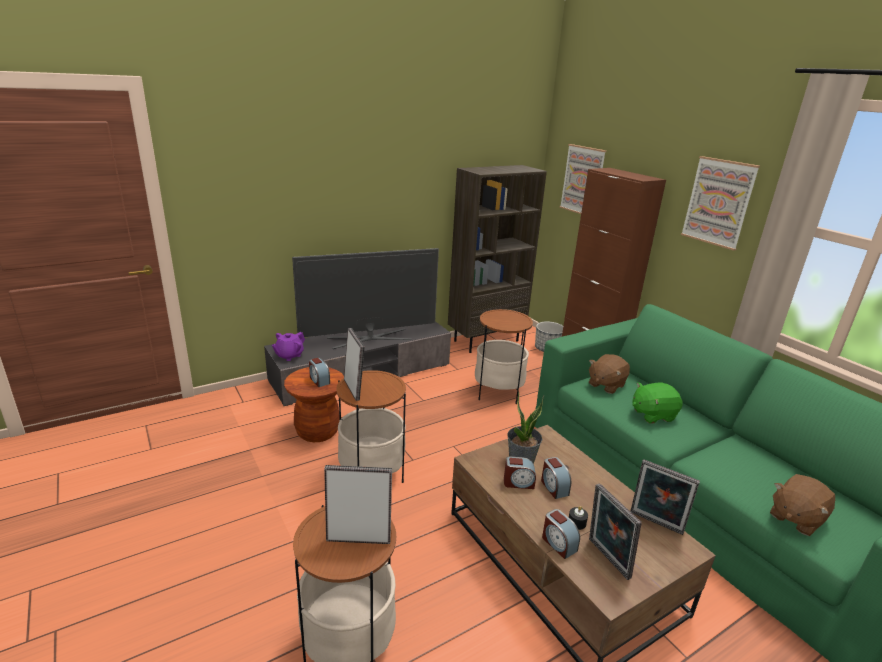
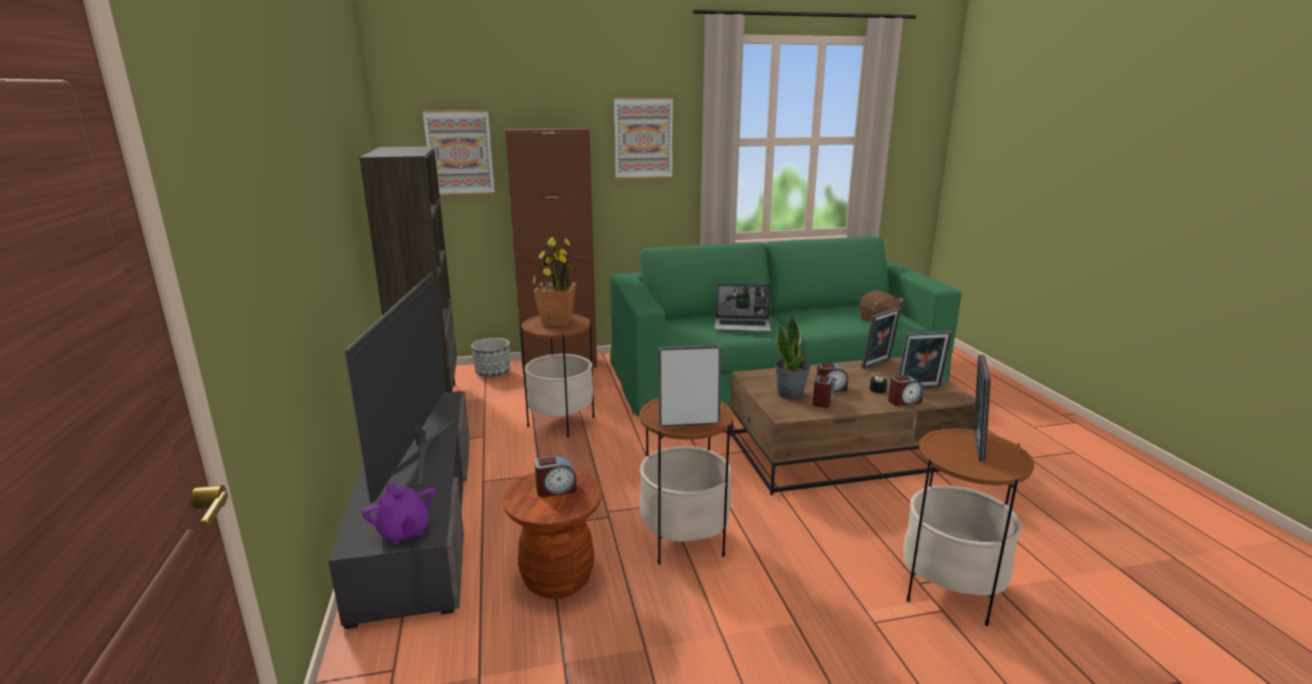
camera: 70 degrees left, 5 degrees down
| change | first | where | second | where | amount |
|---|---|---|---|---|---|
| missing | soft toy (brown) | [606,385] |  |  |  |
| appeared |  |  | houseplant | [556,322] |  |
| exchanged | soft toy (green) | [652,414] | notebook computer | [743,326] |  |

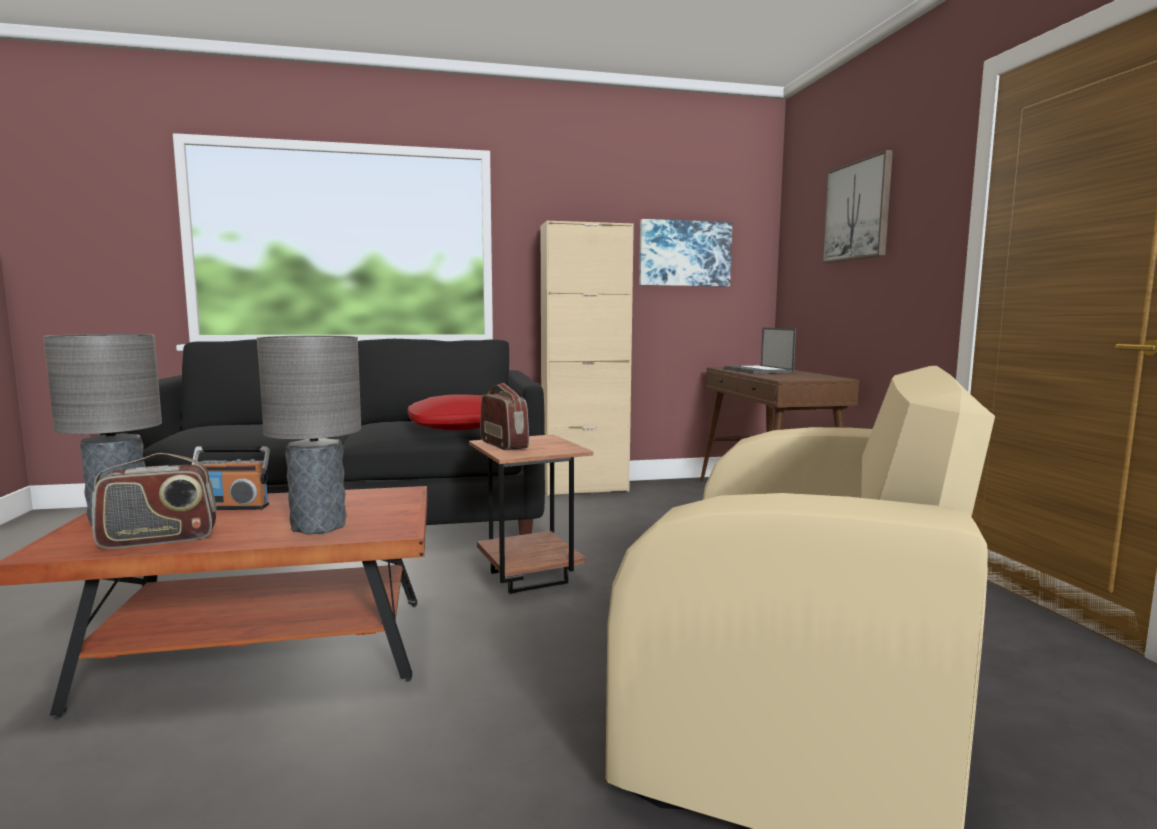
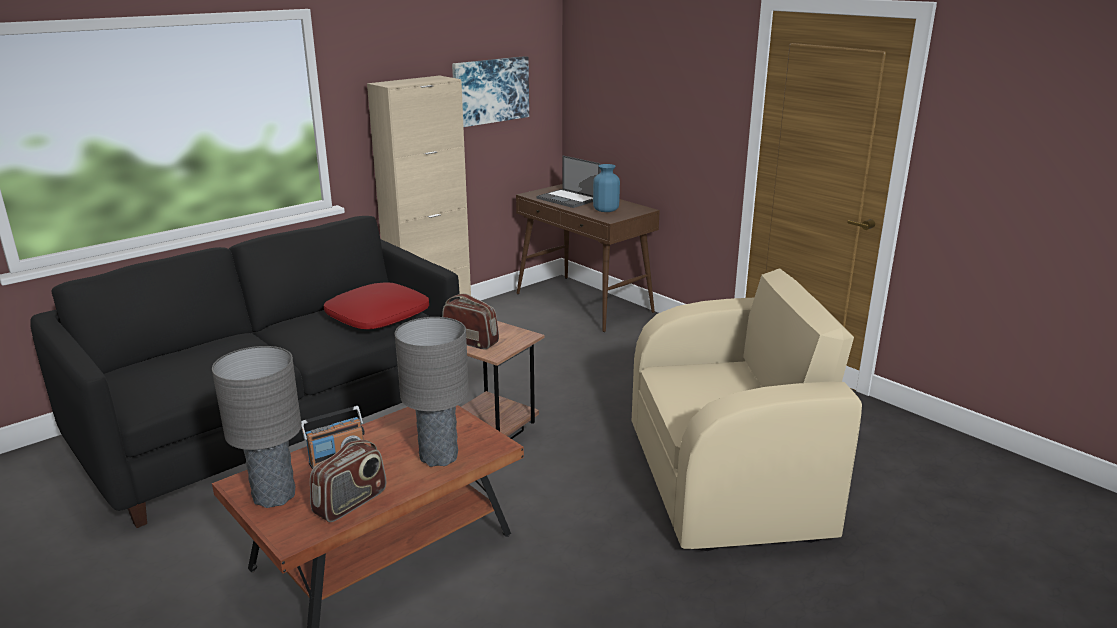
camera: 30 degrees left, 15 degrees up
| change | first | where | second | where | amount |
|---|---|---|---|---|---|
| missing | wall art | [857,211] |  |  |  |
| appeared |  |  | decorative vase (bluish) | [605,210] |  |

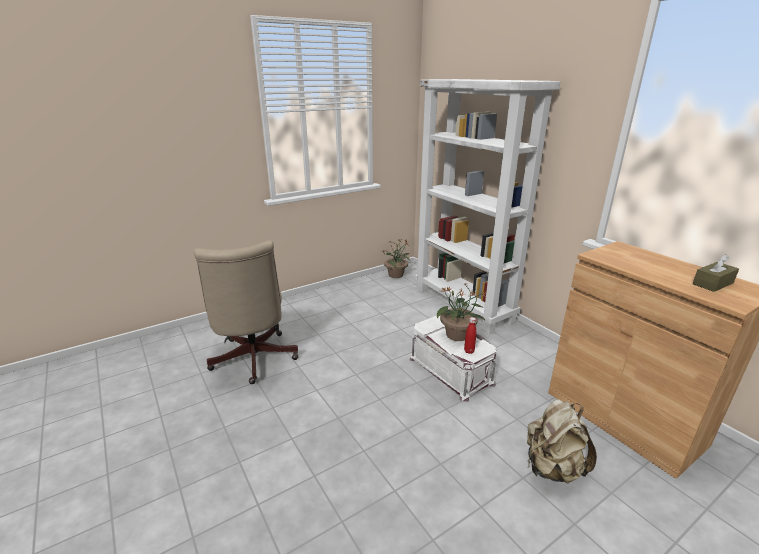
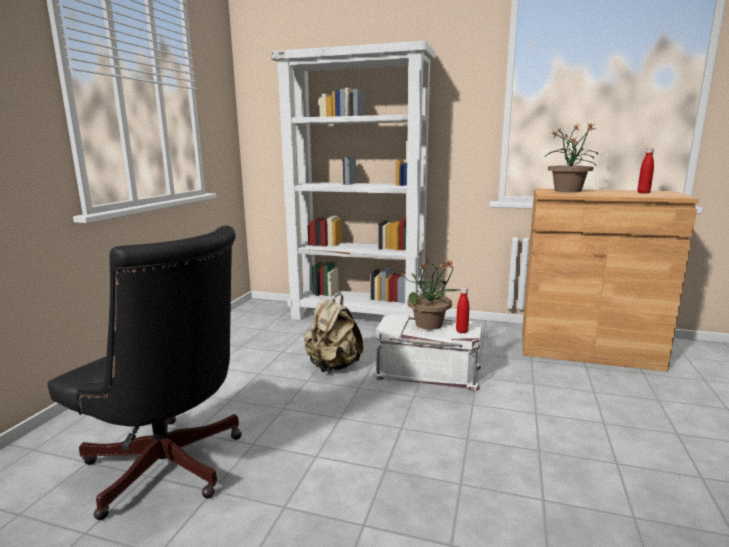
camera: 40 degrees left, 10 degrees down
| change | first | where | second | where | amount |
|---|---|---|---|---|---|
| relocated | houseplant | [396,275] |  | [567,190] |  |
| relocated | rucksack (beige-coloured) | [552,468] |  | [333,366] |  |
| exchanged | tissue box (brown) | [712,283] | beverage bottle (red) | [643,193] |  |
| colour | computer chair (beige-coloured) | [253,361] | computer chair (blackish) | [169,470] |  |

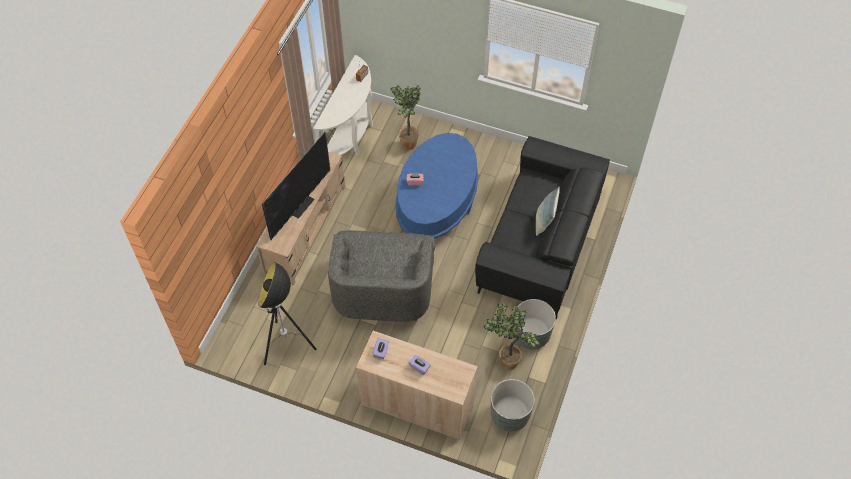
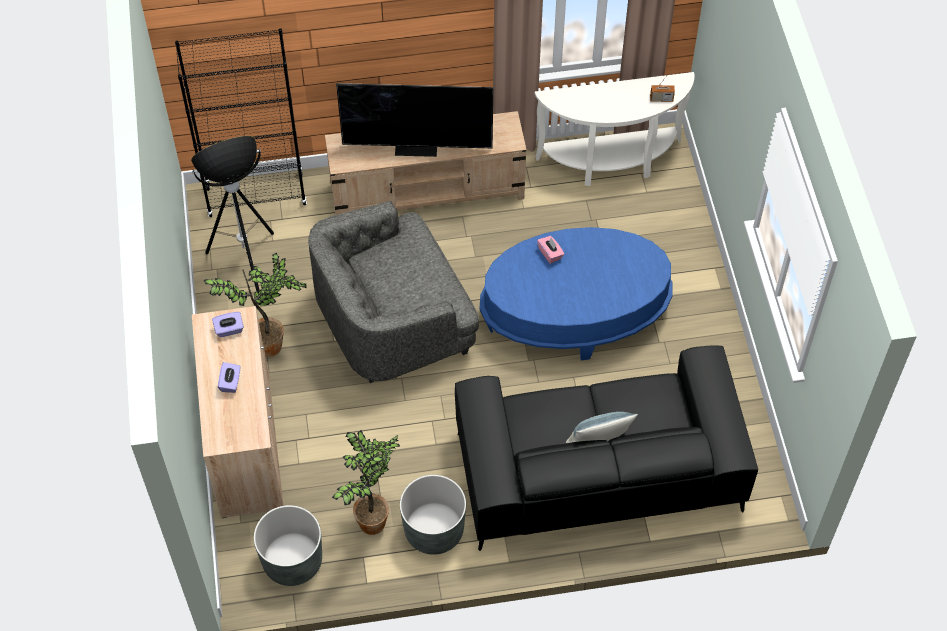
camera: 60 degrees right, 0 degrees up
| change | first | where | second | where | amount |
|---|---|---|---|---|---|
| appeared |  |  | bookcase (blackish) | [256,196] |  |
| relocated | houseplant | [408,142] |  | [272,344] |  |

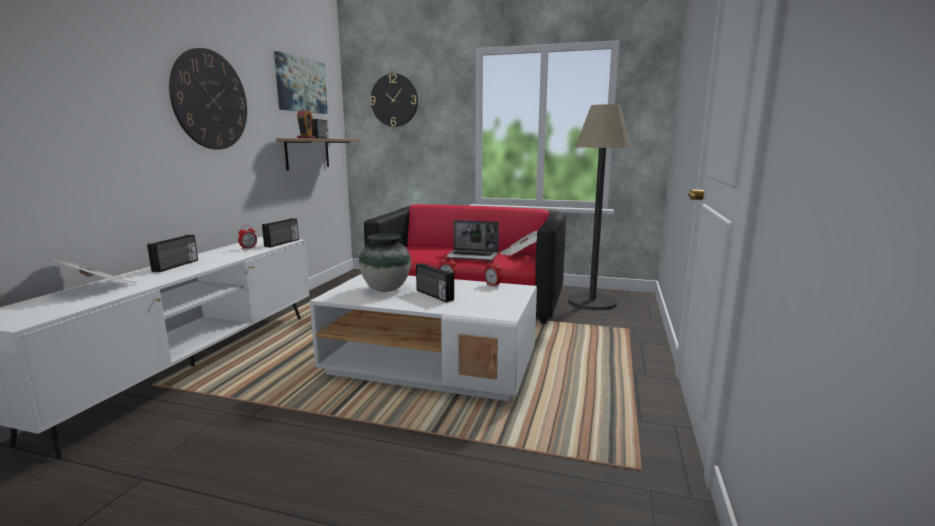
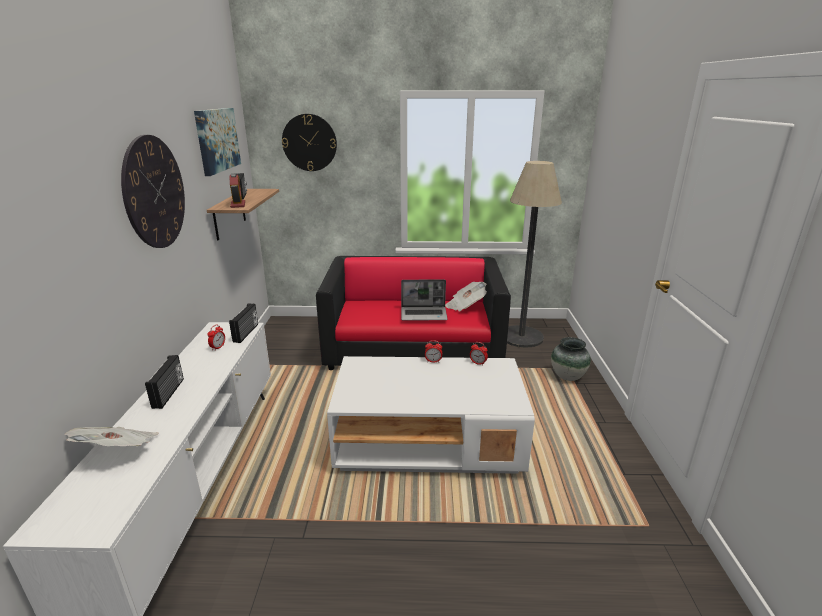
camera: 15 degrees left, 10 degrees up
| change | first | where | second | where | amount |
|---|---|---|---|---|---|
| missing | radio set | [434,295] |  |  |  |
| relocated | decorative vase | [386,289] |  | [567,376] |  |

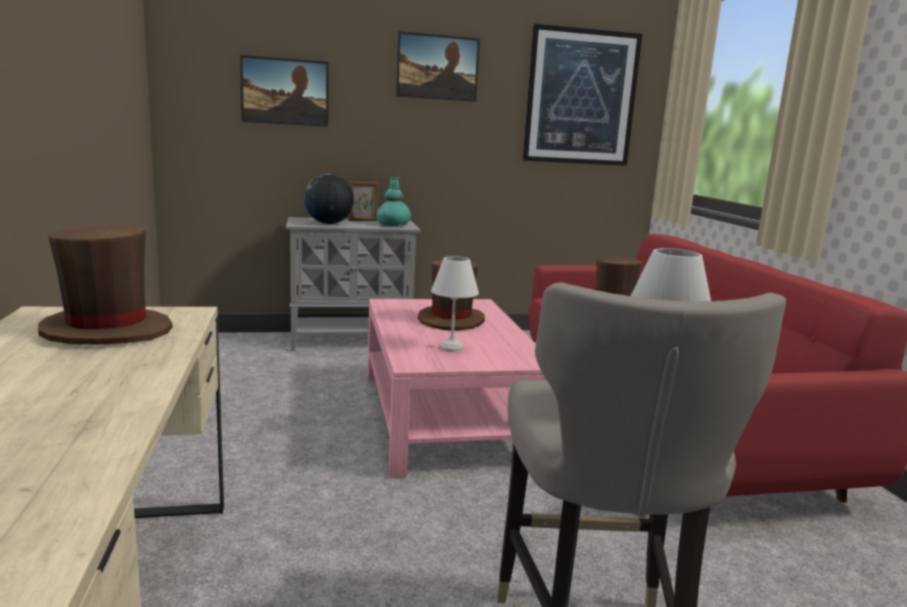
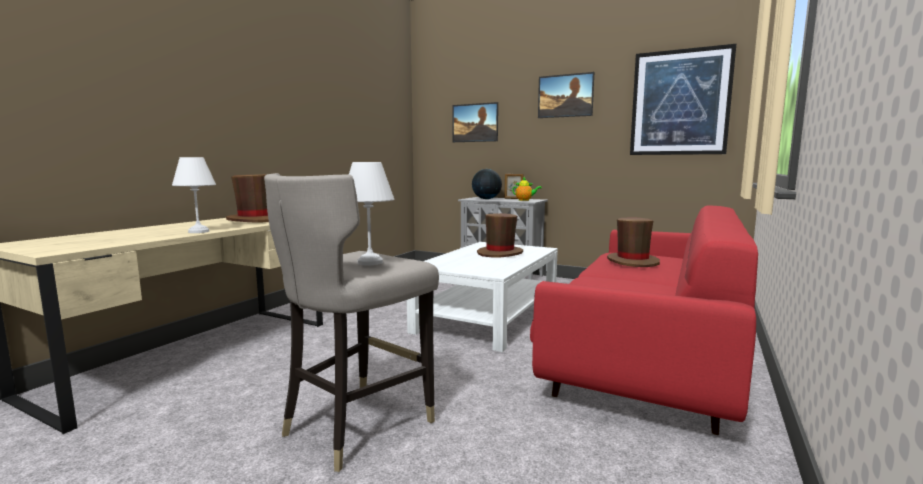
camera: 40 degrees right, 5 degrees down
| change | first | where | second | where | amount |
|---|---|---|---|---|---|
| relocated | table lamp (white) | [451,347] |  | [199,231] |  |
| exchanged | decorative vase (blue-green) | [393,225] | tea pot | [525,200] |  |
| colour | coffee table (pink-coloured) | [447,417] | coffee table (white) | [488,316] |  |

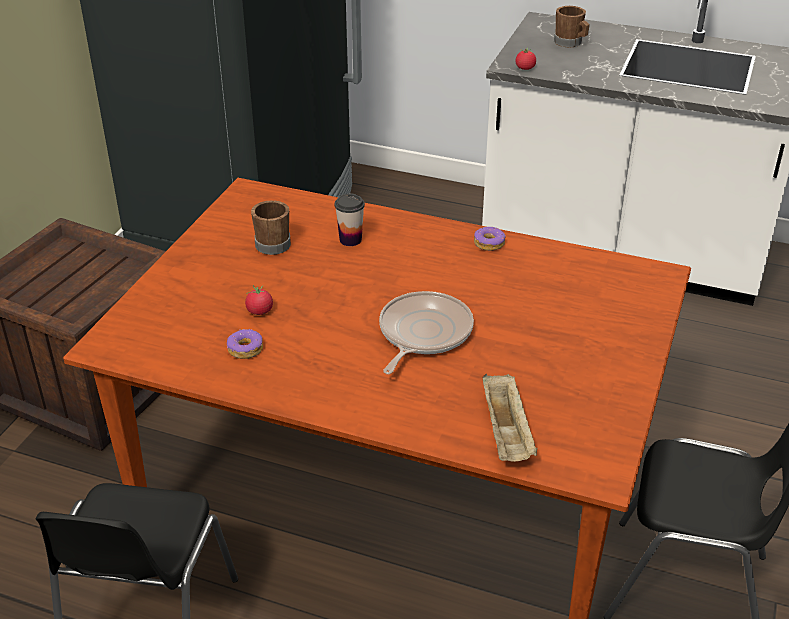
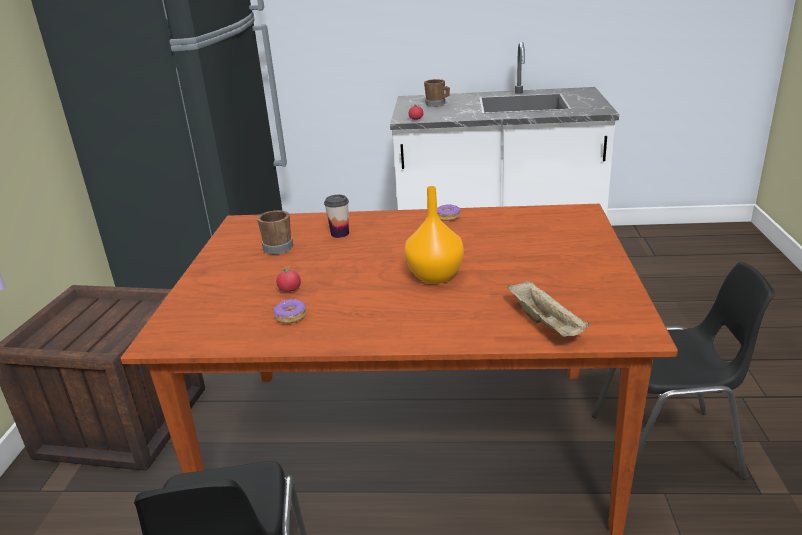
camera: 15 degrees left, 10 degrees down
| change | first | where | second | where | amount |
|---|---|---|---|---|---|
| exchanged | pan | [422,333] | decorative vase (orangey) | [434,277] |  |

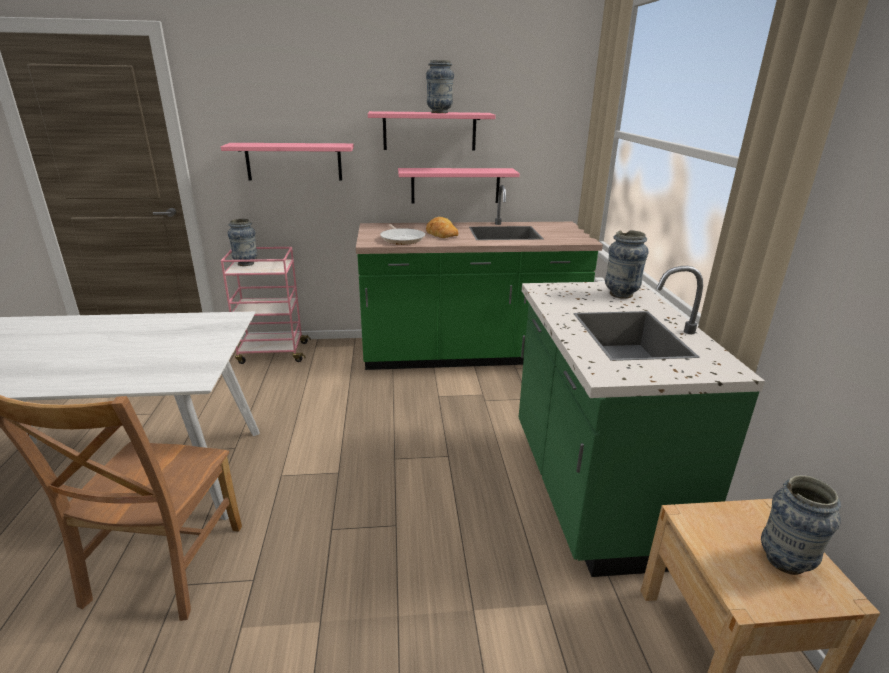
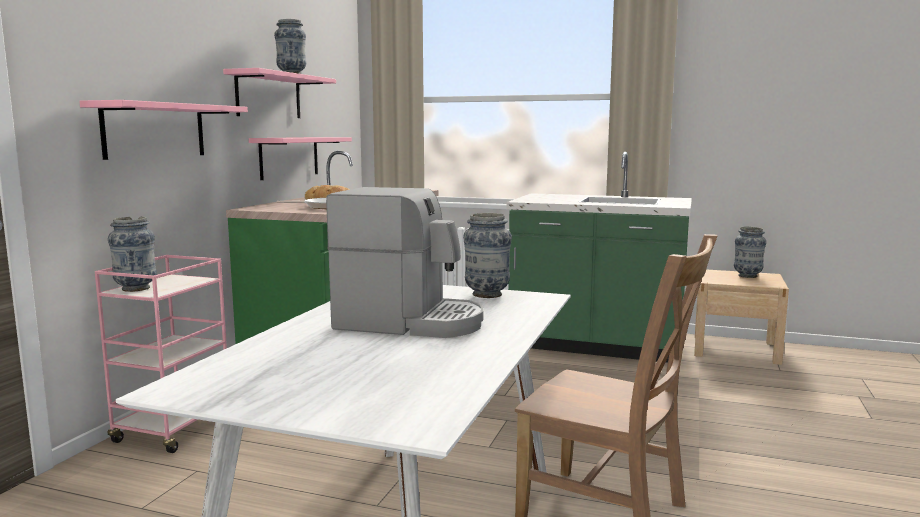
camera: 65 degrees left, 15 degrees down
| change | first | where | second | where | amount |
|---|---|---|---|---|---|
| appeared |  |  | coffee brewer | [410,322] |  |
| relocated | decorative vase | [620,294] |  | [487,294] |  |

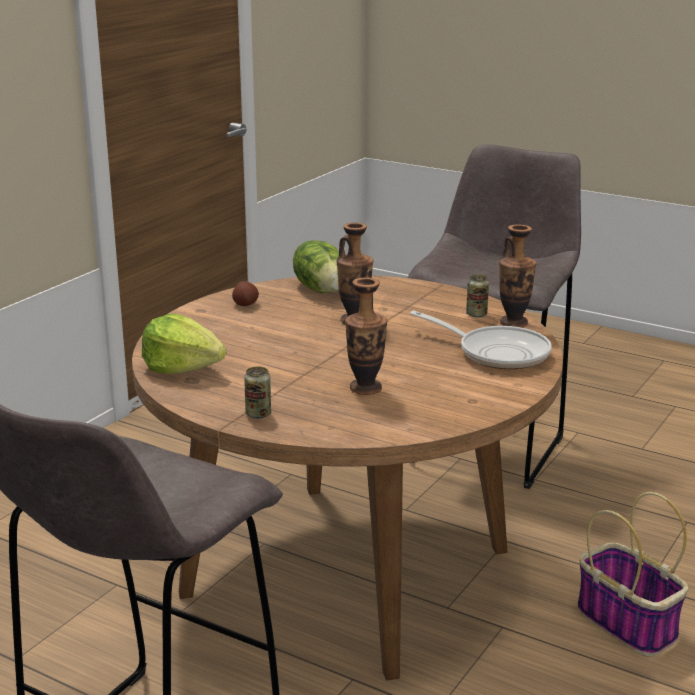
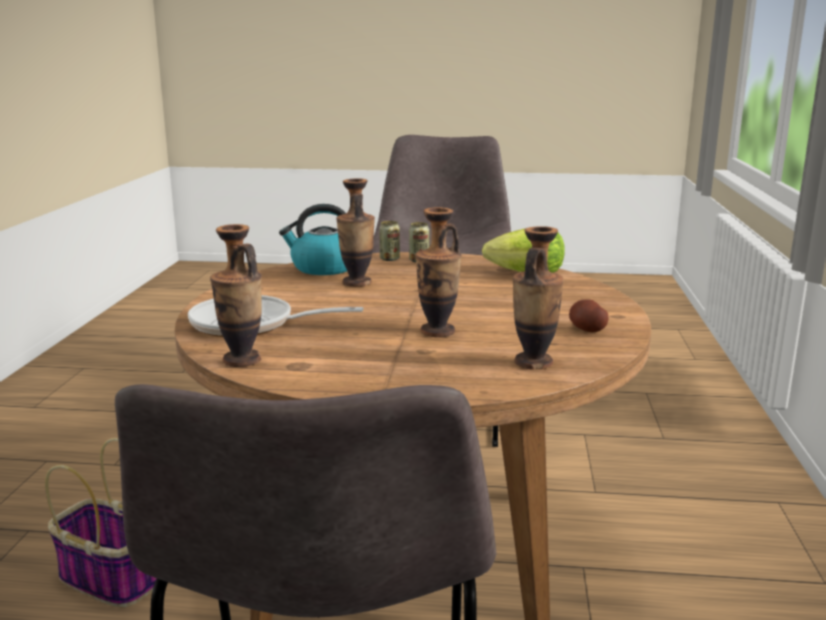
camera: 155 degrees right, 5 degrees down
| change | first | where | second | where | amount |
|---|---|---|---|---|---|
| appeared |  |  | tea kettle | [323,268] |  |
| relocated | sealed can | [476,314] |  | [389,259] |  |
| exchanged | lettuce head | [322,289] | decorative vase | [533,362] |  |

